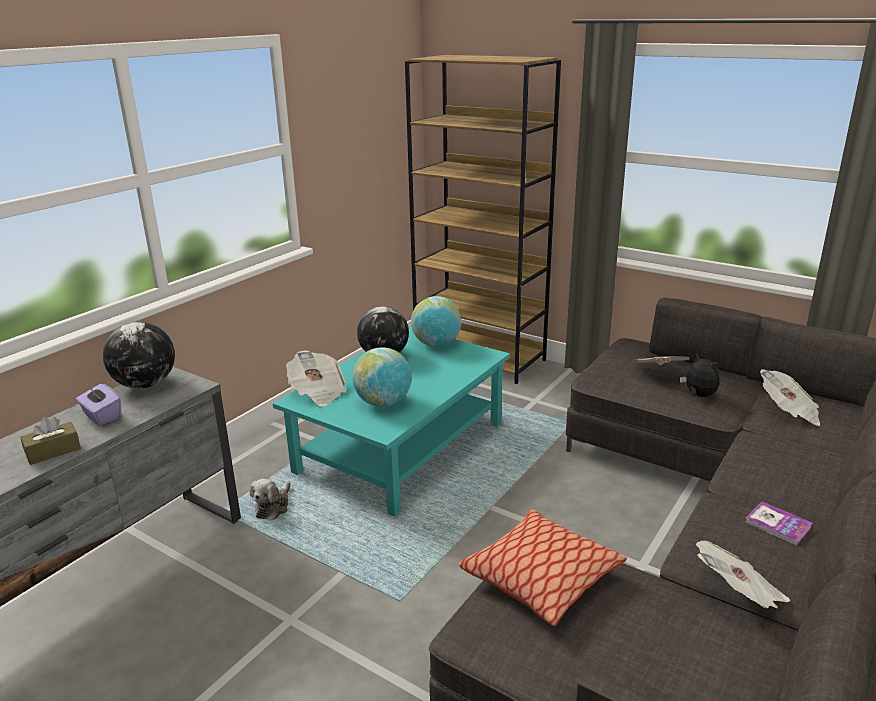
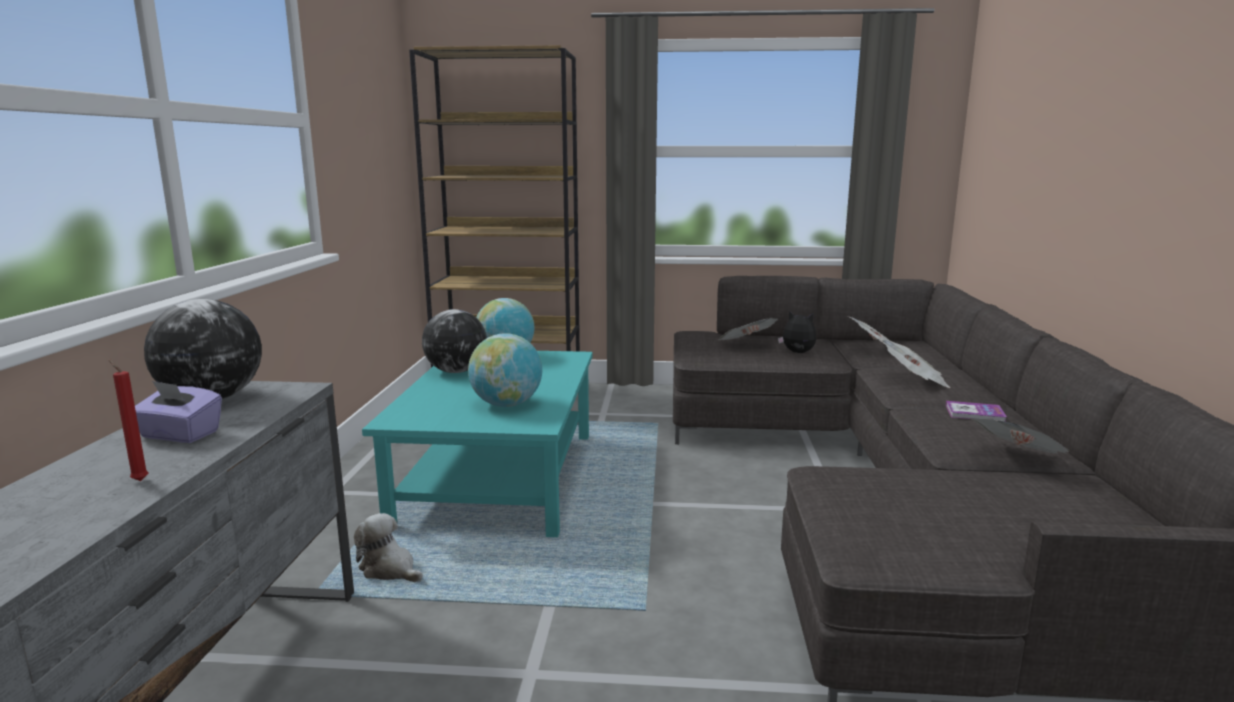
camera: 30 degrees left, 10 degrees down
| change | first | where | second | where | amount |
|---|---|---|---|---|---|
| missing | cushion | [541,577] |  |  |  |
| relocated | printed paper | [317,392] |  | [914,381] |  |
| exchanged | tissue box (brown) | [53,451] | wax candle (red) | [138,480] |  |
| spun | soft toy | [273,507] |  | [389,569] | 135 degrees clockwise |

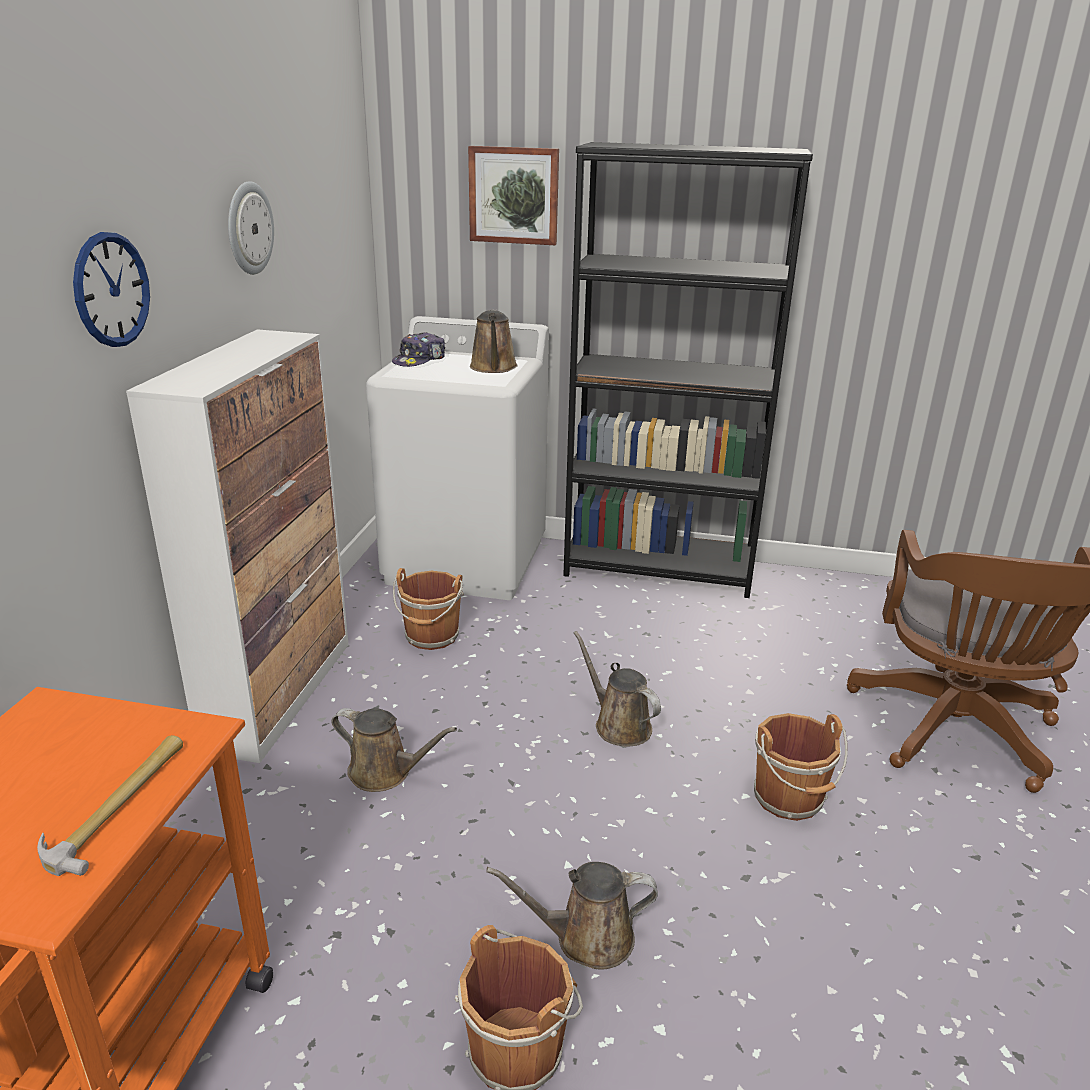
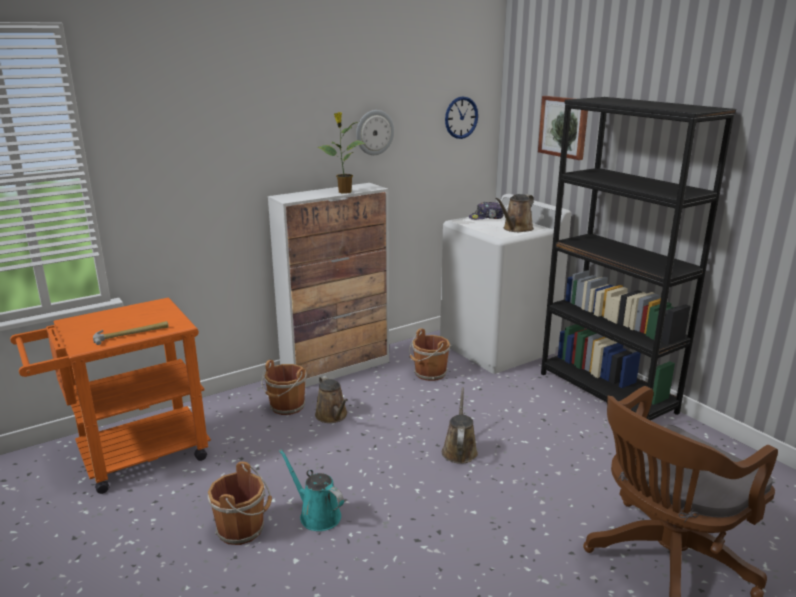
camera: 45 degrees right, 5 degrees down
| change | first | where | second | where | amount |
|---|---|---|---|---|---|
| appeared |  |  | houseplant | [344,192] |  |
| relocated | wall clock | [111,290] |  | [461,117] |  |
| relocated | bucket (brown) | [790,799] |  | [286,407] |  |
| colour | watering pot (brown) | [586,938] | watering pot (blue-green) | [317,515] |  |

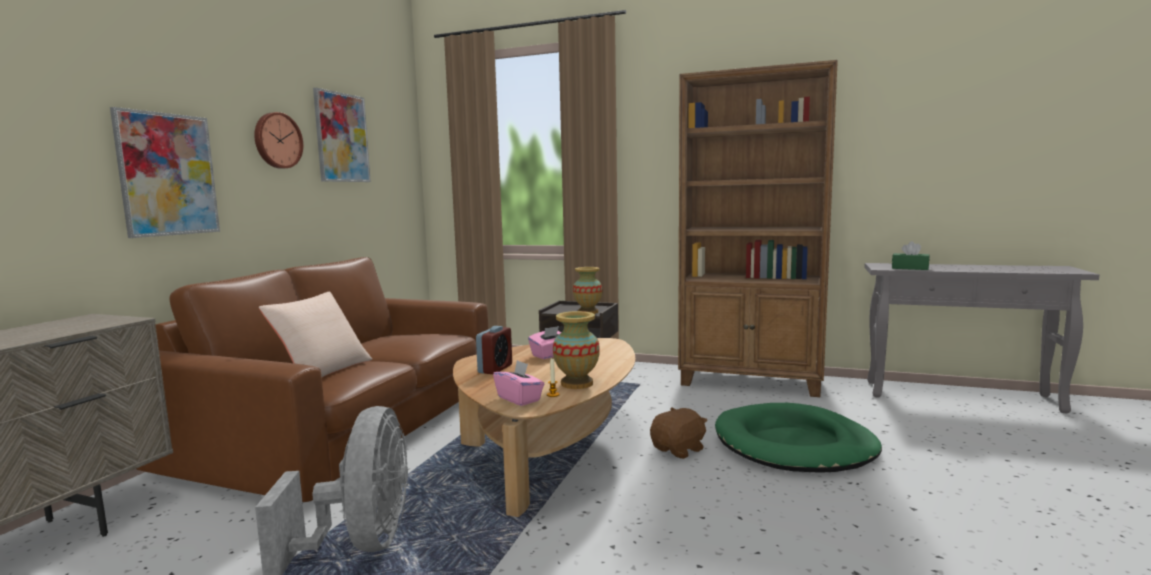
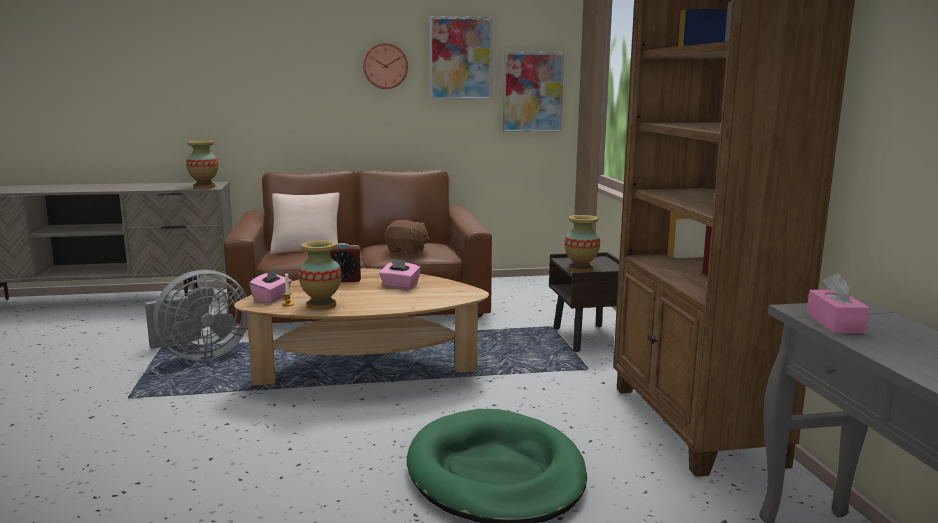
camera: 60 degrees right, 5 degrees up
| change | first | where | second | where | amount |
|---|---|---|---|---|---|
| appeared |  |  | decorative vase | [204,187] |  |
| relocated | wall art | [167,174] |  | [532,92] |  |
| relocated | soft toy (brown) | [679,450] |  | [407,251] |  |
| colour | tissue box (green) | [910,268] | tissue box (pink-coloured) | [835,323] |  |

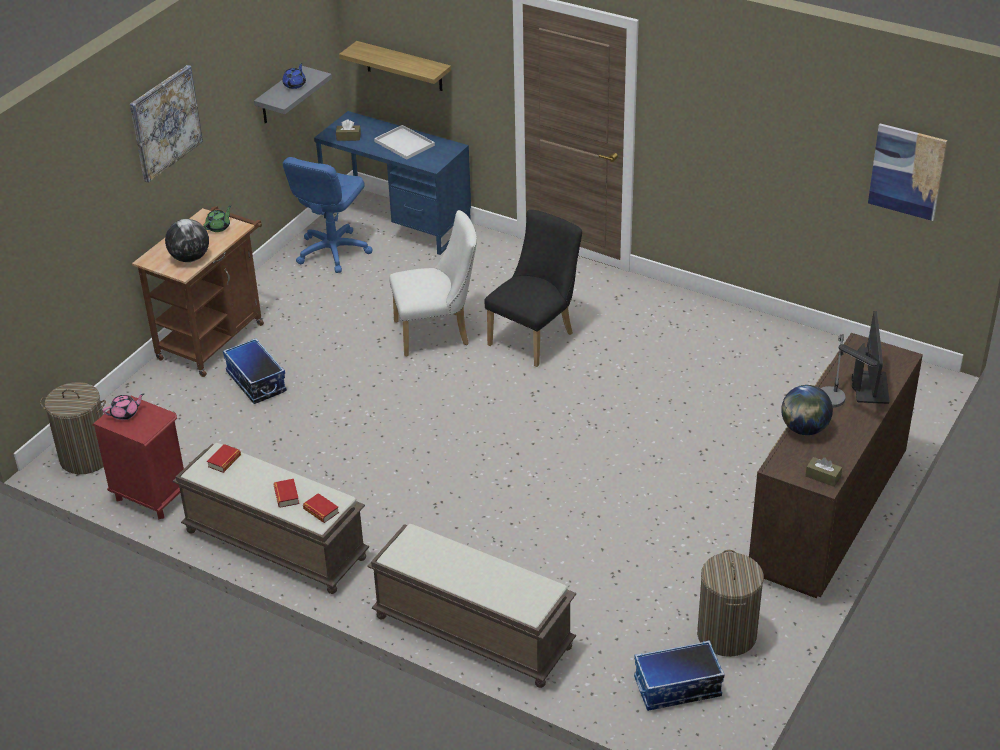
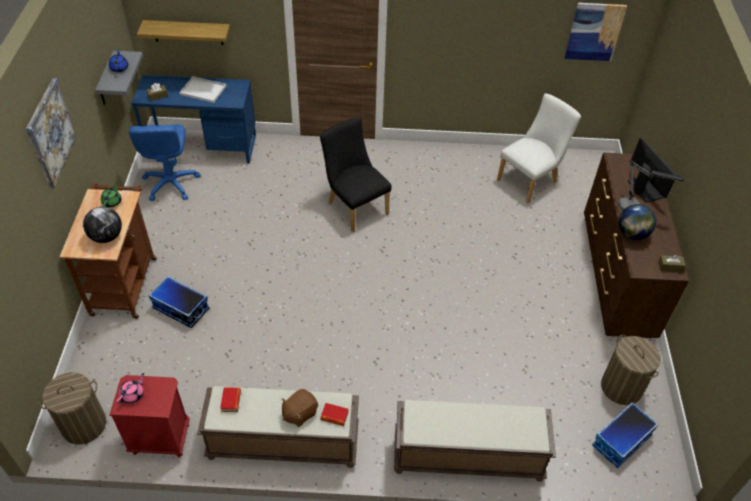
camera: 30 degrees left, 10 degrees up
| change | first | where | second | where | amount |
|---|---|---|---|---|---|
| relocated | upright chair (white) | [437,333] |  | [530,180] |  |
| exchanged | bound book | [286,496] | soft toy (brown) | [299,413] |  |
| spun | upright chair (blackish) | [535,337] |  | [355,206] | 45 degrees counterclockwise |

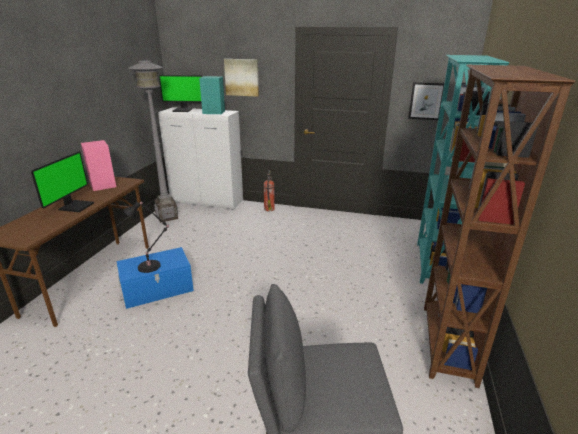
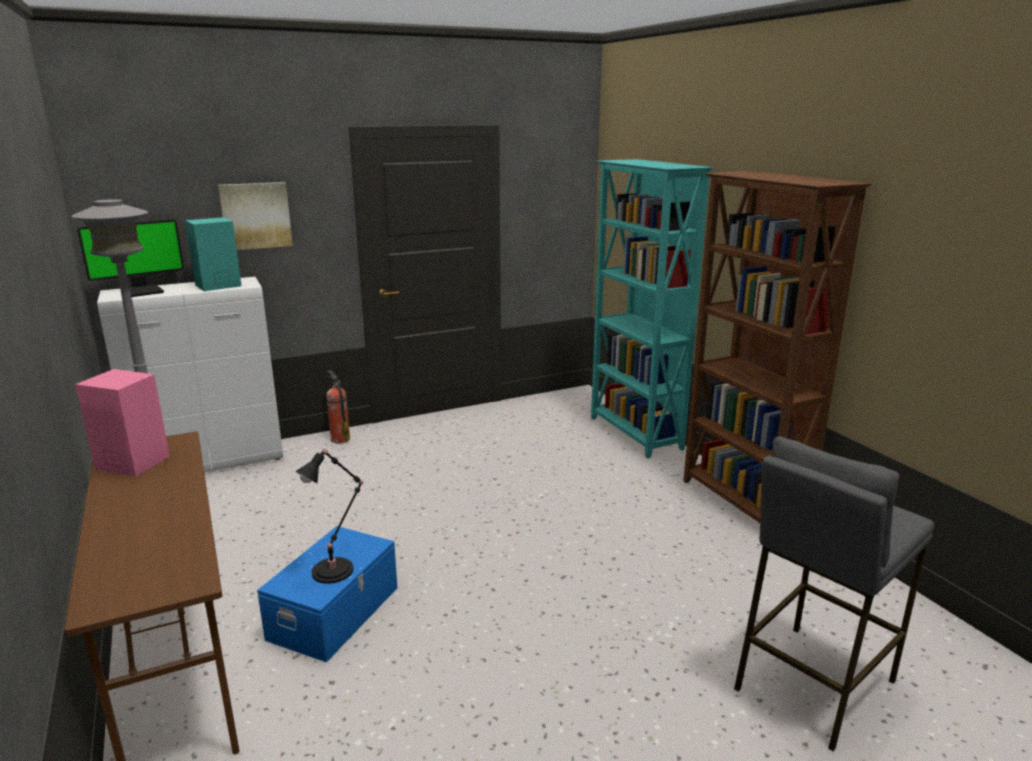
camera: 40 degrees left, 5 degrees down
| change | first | where | second | where | amount |
|---|---|---|---|---|---|
| missing | monitor | [75,206] |  |  |  |
| missing | wall art | [426,101] |  |  |  |

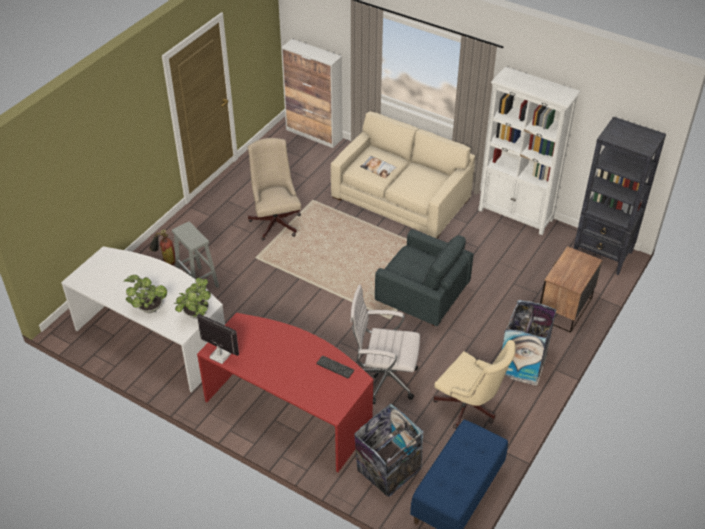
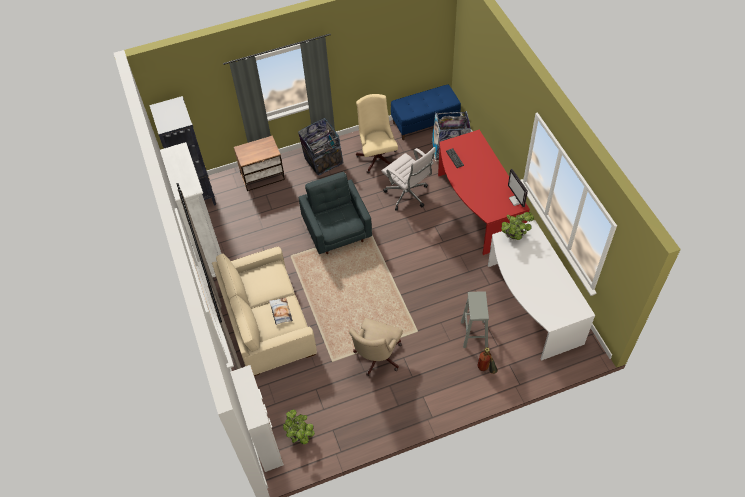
camera: 140 degrees left, 10 degrees up
| change | first | where | second | where | amount |
|---|---|---|---|---|---|
| relocated | houseplant | [148,308] |  | [300,435] |  |

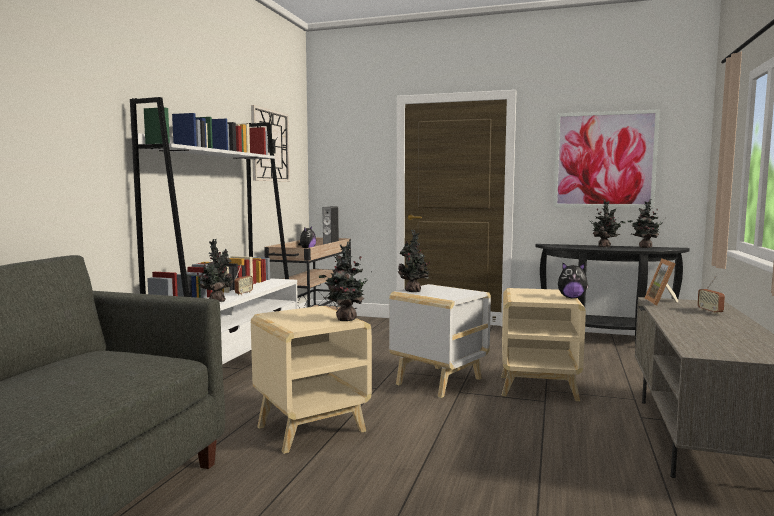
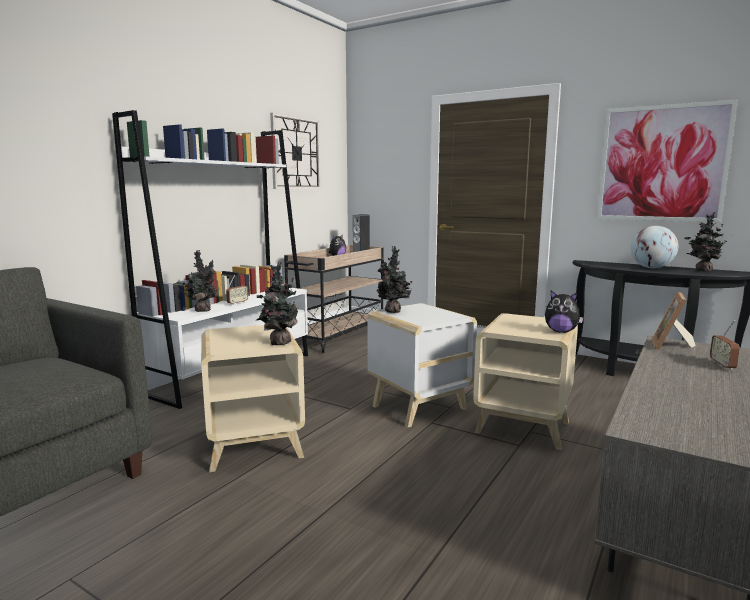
camera: 15 degrees right, 5 degrees up
| change | first | where | second | where | amount |
|---|---|---|---|---|---|
| exchanged | houseplant | [605,247] | globe | [651,268] |  |

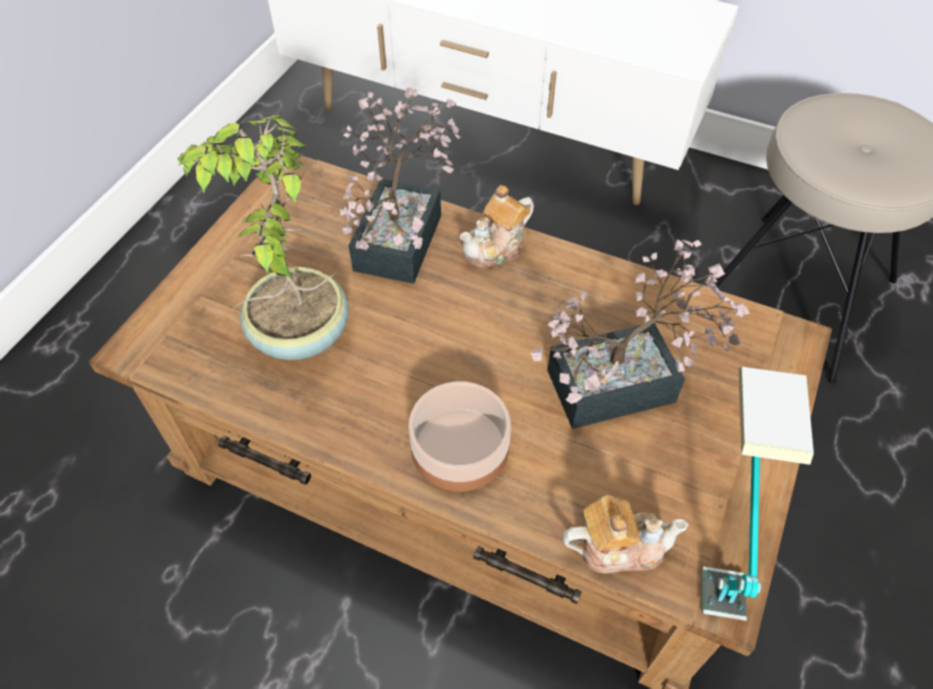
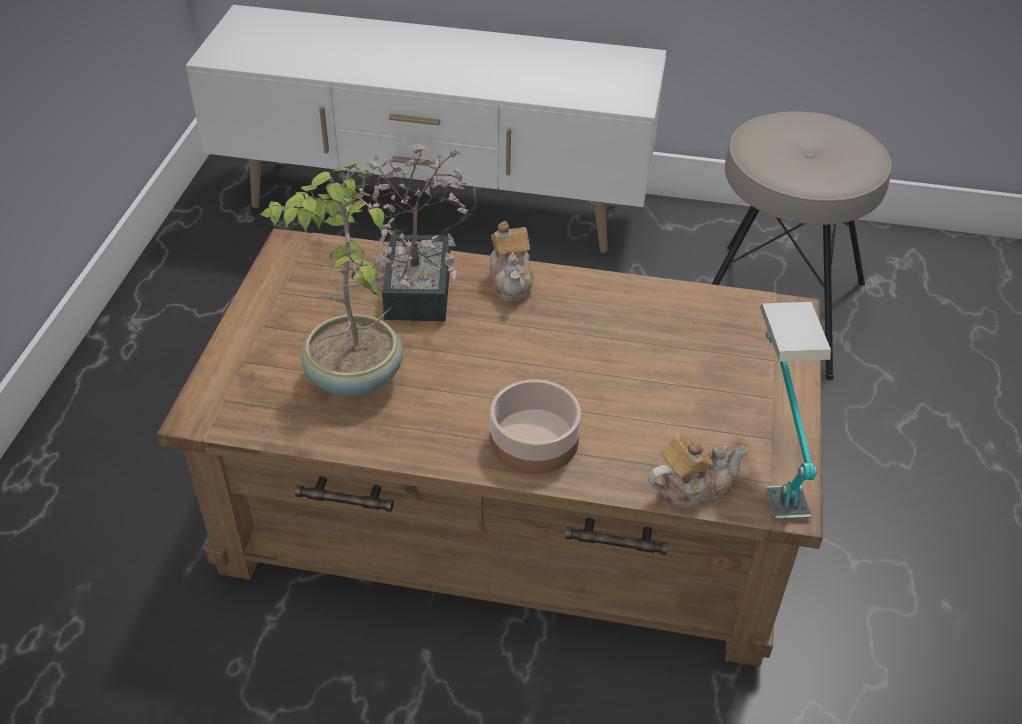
camera: 15 degrees left, 10 degrees down
| change | first | where | second | where | amount |
|---|---|---|---|---|---|
| missing | houseplant | [626,384] |  |  |  |
| spun | tea pot | [497,248] |  | [511,281] | 45 degrees counterclockwise |

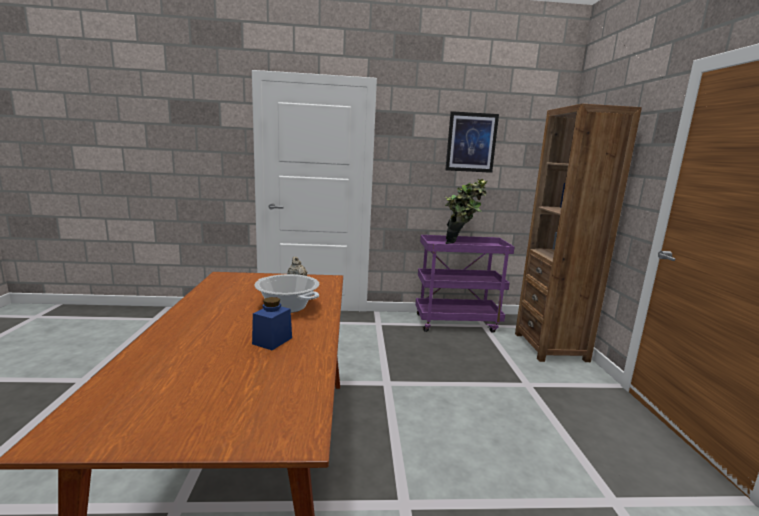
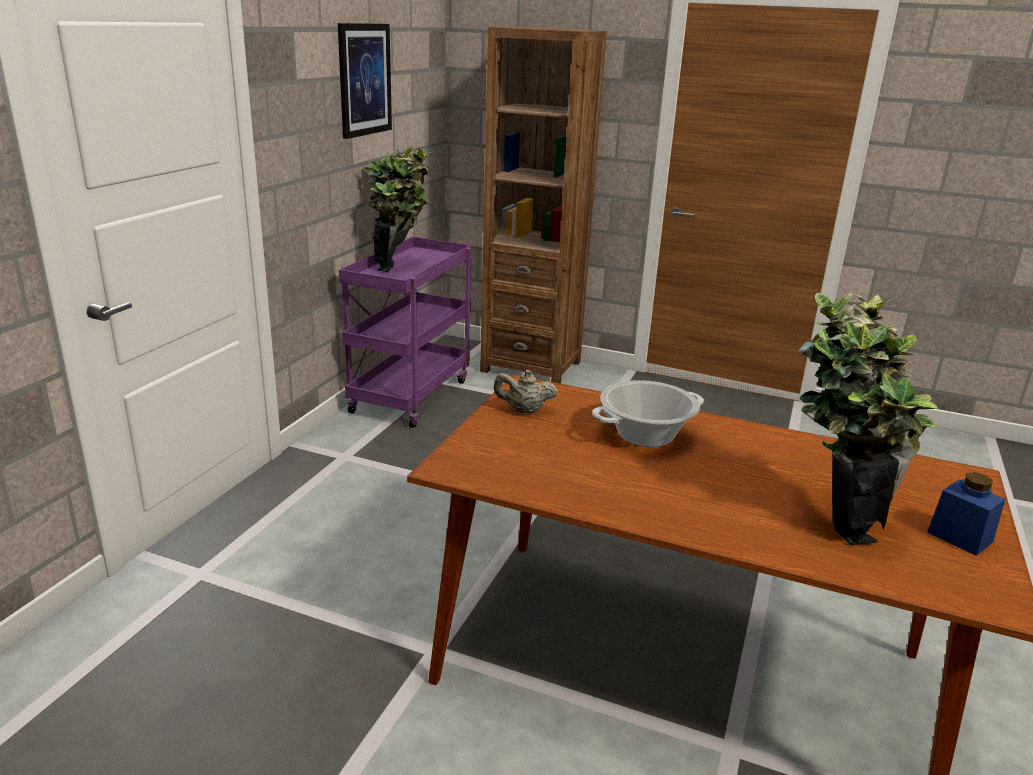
camera: 65 degrees left, 10 degrees up
| change | first | where | second | where | amount |
|---|---|---|---|---|---|
| appeared |  |  | houseplant | [832,516] |  |
| relocated | storage jar (bluish) | [272,341] |  | [960,537] |  |

